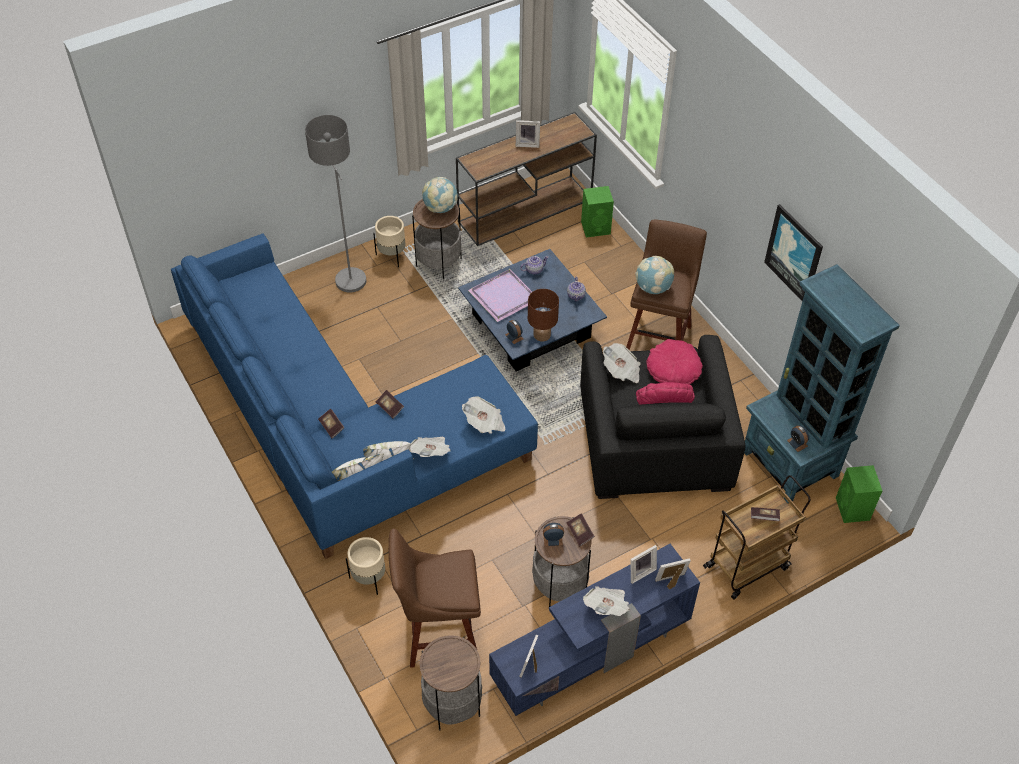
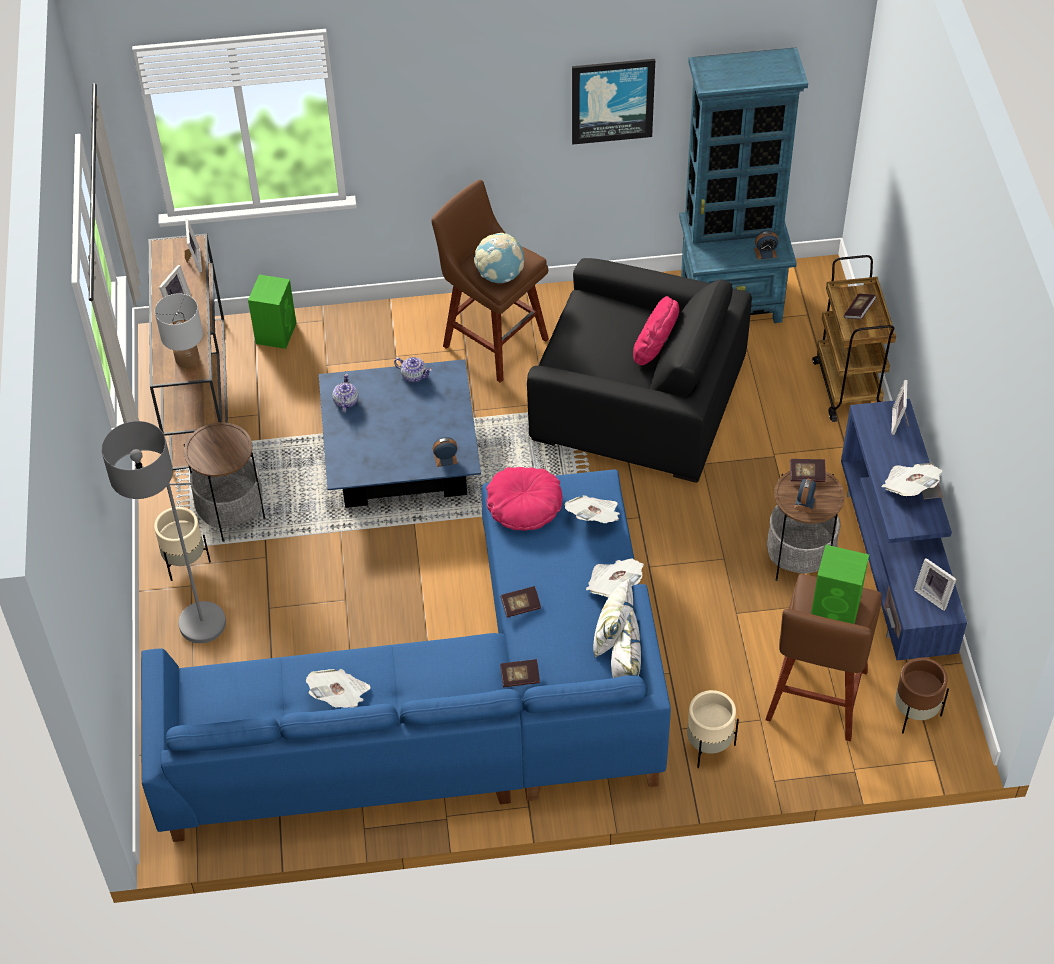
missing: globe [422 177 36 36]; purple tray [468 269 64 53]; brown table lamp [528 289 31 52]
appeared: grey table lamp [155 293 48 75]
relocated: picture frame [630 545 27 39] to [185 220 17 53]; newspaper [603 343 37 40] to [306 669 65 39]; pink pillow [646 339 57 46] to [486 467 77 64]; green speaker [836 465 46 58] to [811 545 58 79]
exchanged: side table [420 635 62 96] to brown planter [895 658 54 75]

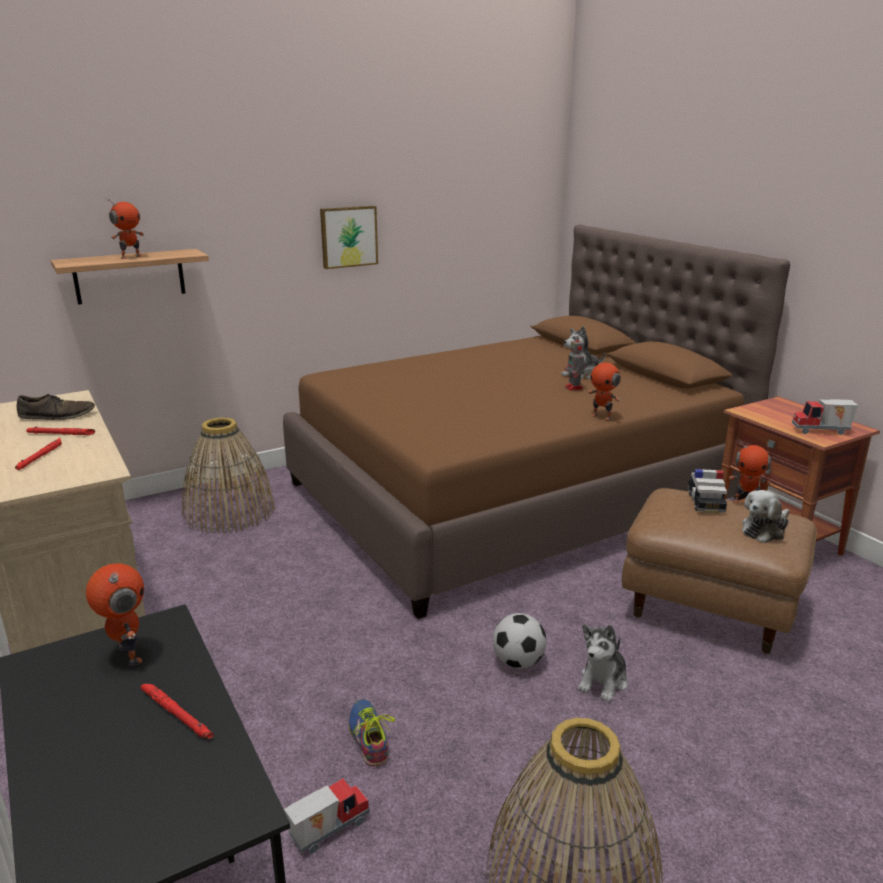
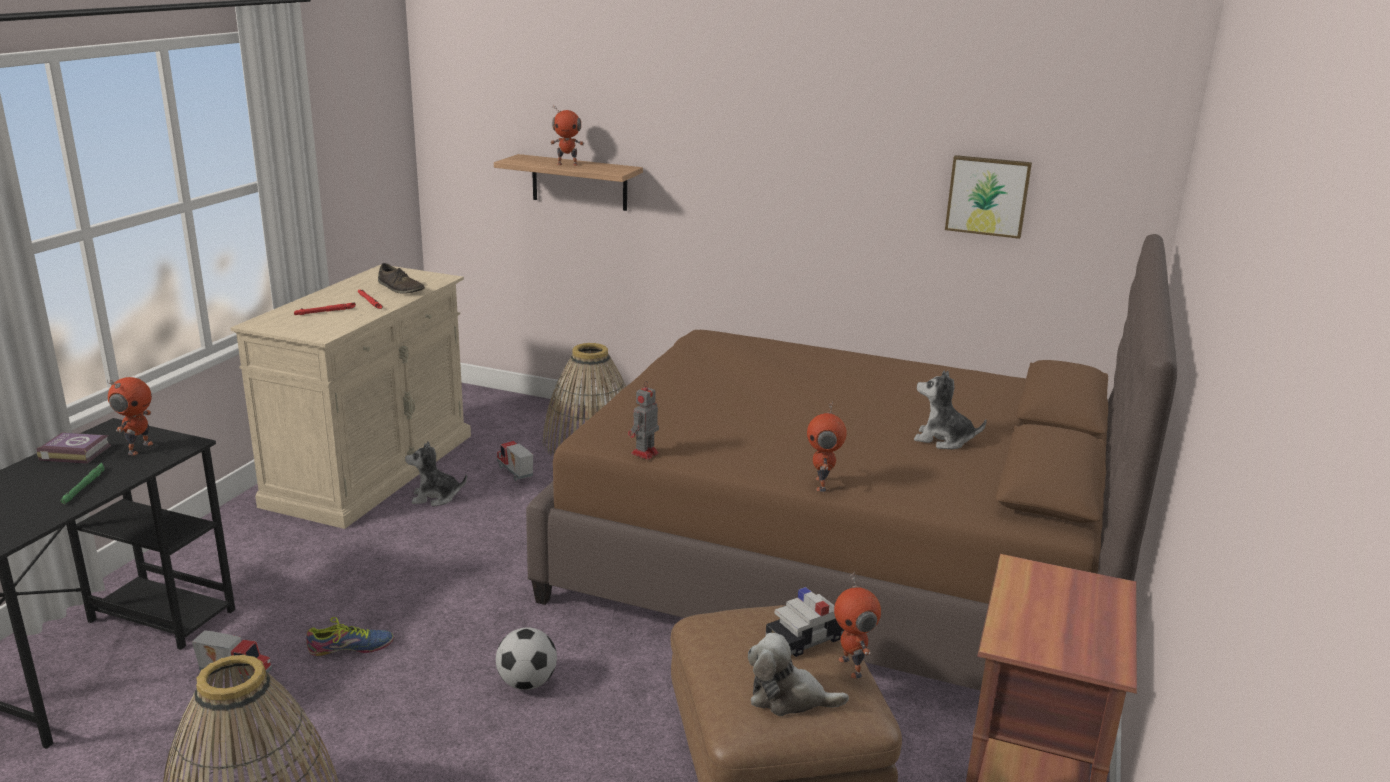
appeared: book [36 432 75 31]
relocated: plush toy [578 624 50 78] to [405 441 62 65]; toy truck [792 399 66 36] to [497 441 36 40]; toy robot [565 335 20 56] to [628 381 31 79]; picture [320 206 58 63] to [945 155 87 84]
colour: red flashlight [140 684 74 56] to green flashlight [60 463 44 42]
spun: shoe [349 699 46 68] = [306 617 88 39] 45 degrees clockwise

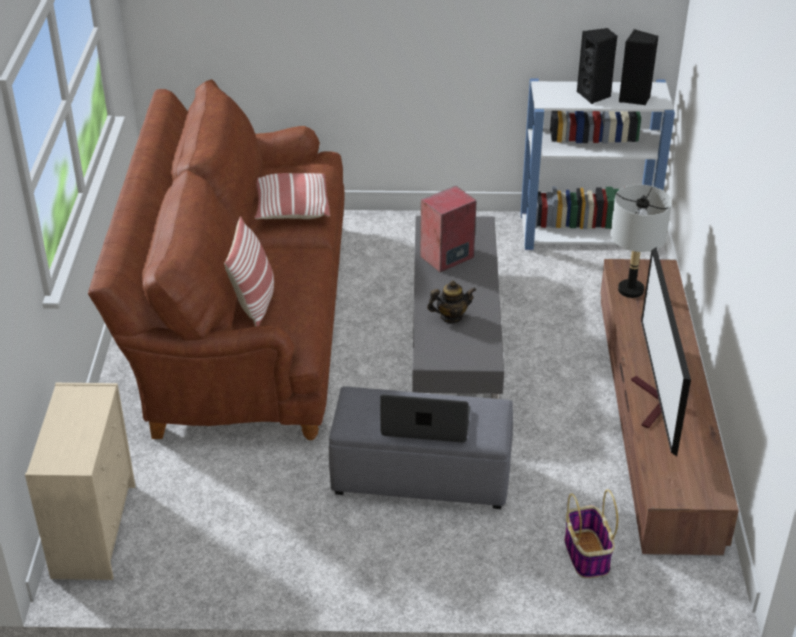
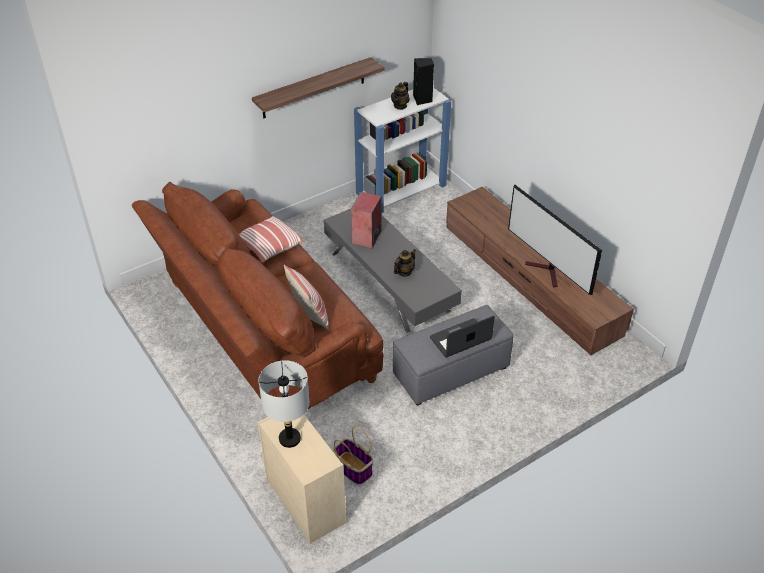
appeared: shelf [252 57 133 61]
relocated: grey table lamp [611 185 61 113] to [259 360 51 88]; basket [564 489 54 89] to [333 426 40 59]
exchanged: black speaker [577 28 41 76] to teapot [391 82 19 28]

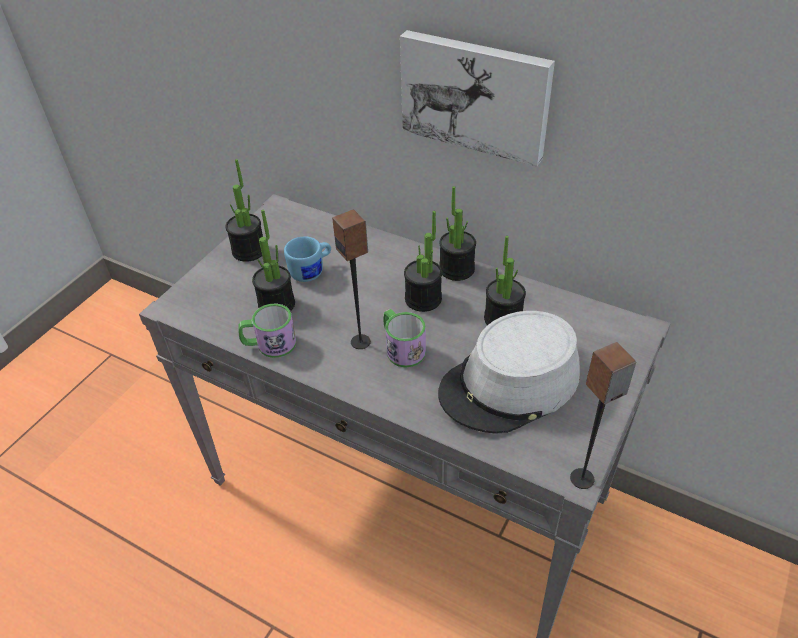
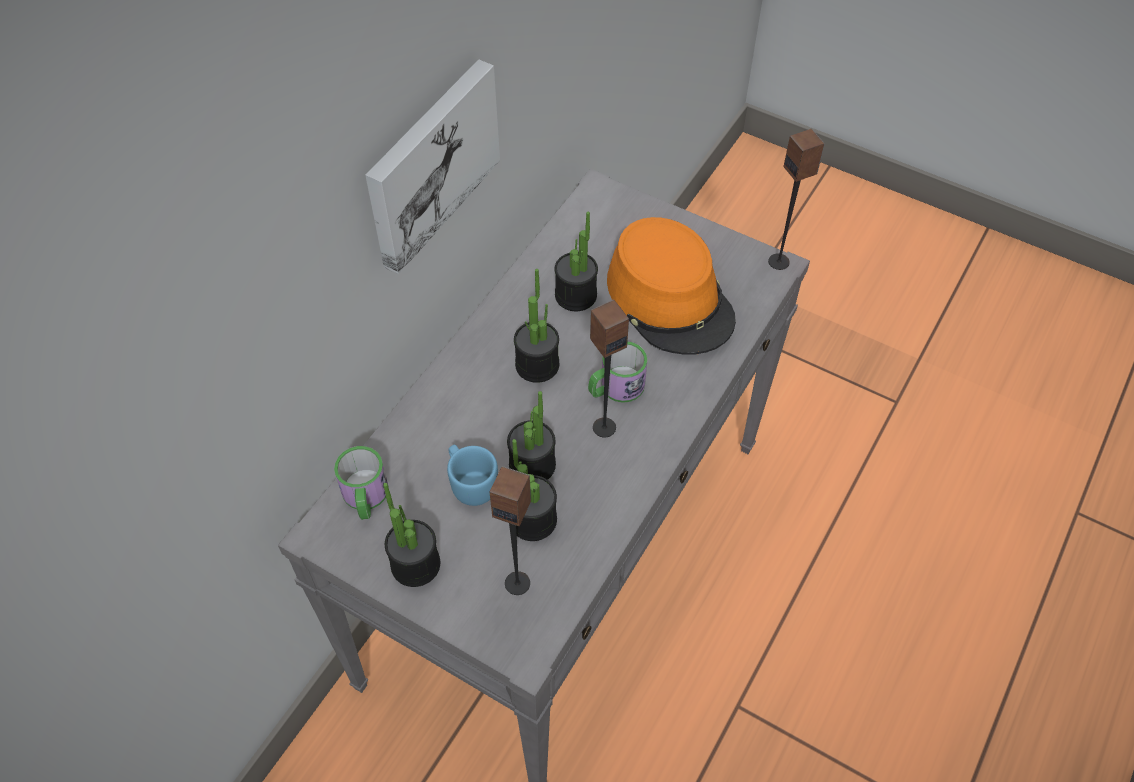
appeared: speaker [490 466 41 129]
relocated: mug [238 304 58 54] to [334 446 55 74]; potted plant [439 186 37 95] to [507 391 49 89]
colour: grey hat [438 311 142 123] to orange hat [607 217 129 138]

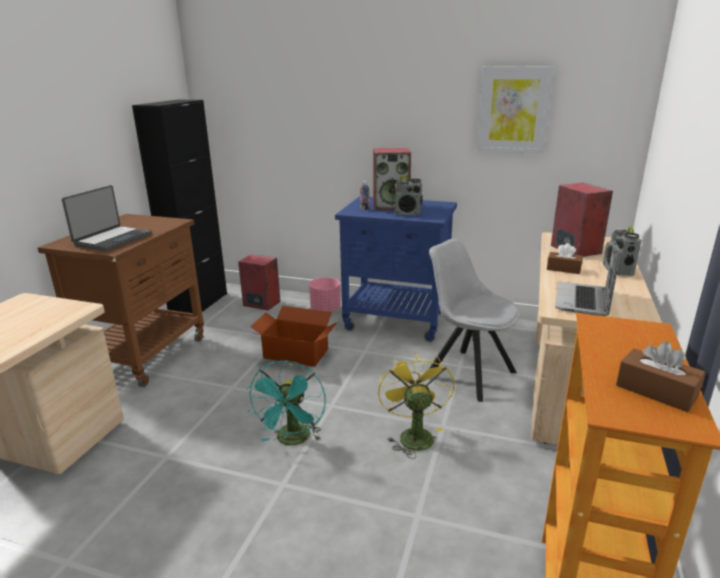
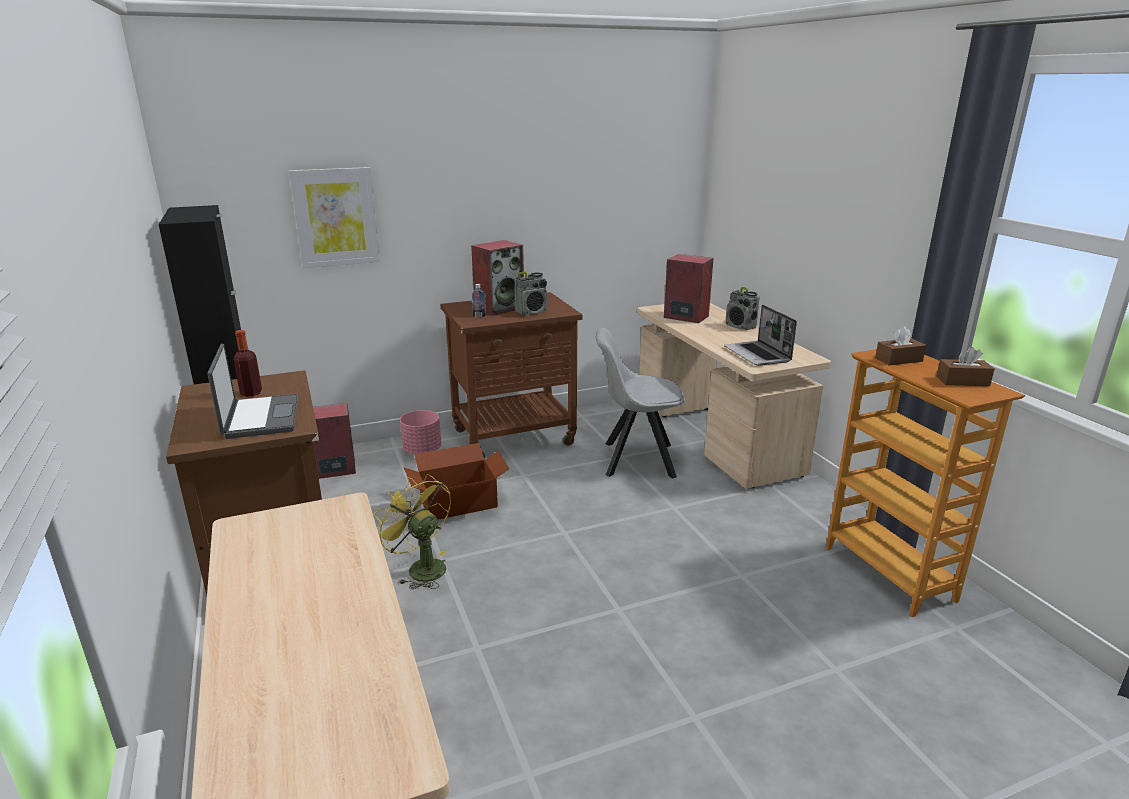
missing: turquoise fan [247 360 79 85]
appeared: bottle [234 330 28 67]
relocated: picture [477 66 77 88] to [289 167 91 101]; yellow fan [378 352 77 107] to [373 474 78 115]; brown tissue box [547 243 36 31] to [875 326 51 39]
colour: blue cart [335 196 122 146] to brown cart [440 292 143 167]

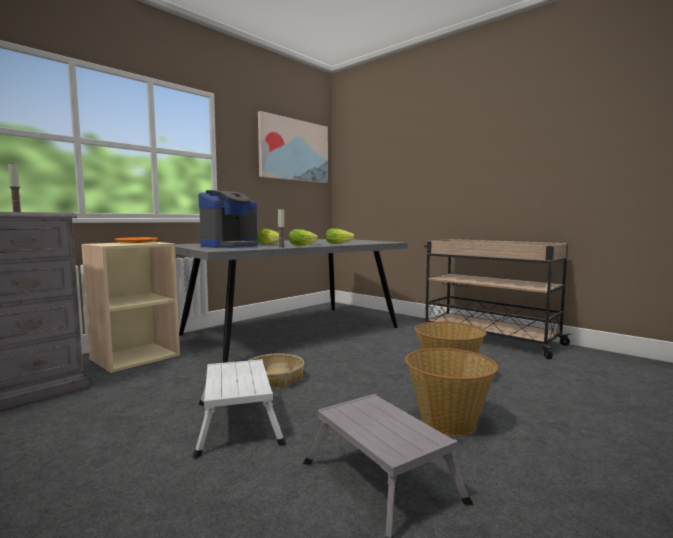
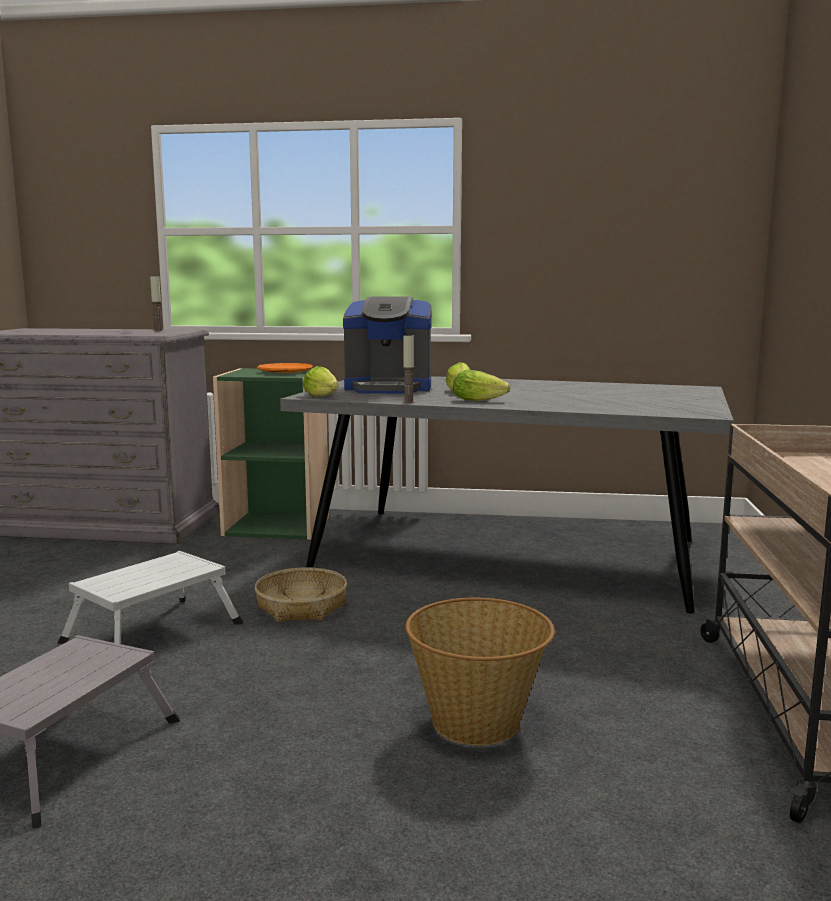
missing: picture [258 111 70 72]; basket [405 348 93 88]
relocated: lettuce [326 228 29 16] to [303 366 35 30]
colour: beige bookcase [81 242 99 131] to green bookcase [213 368 116 172]

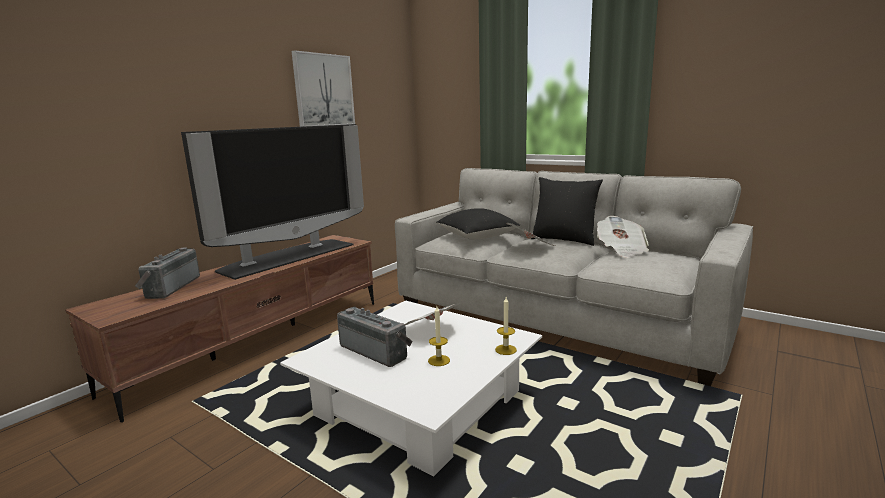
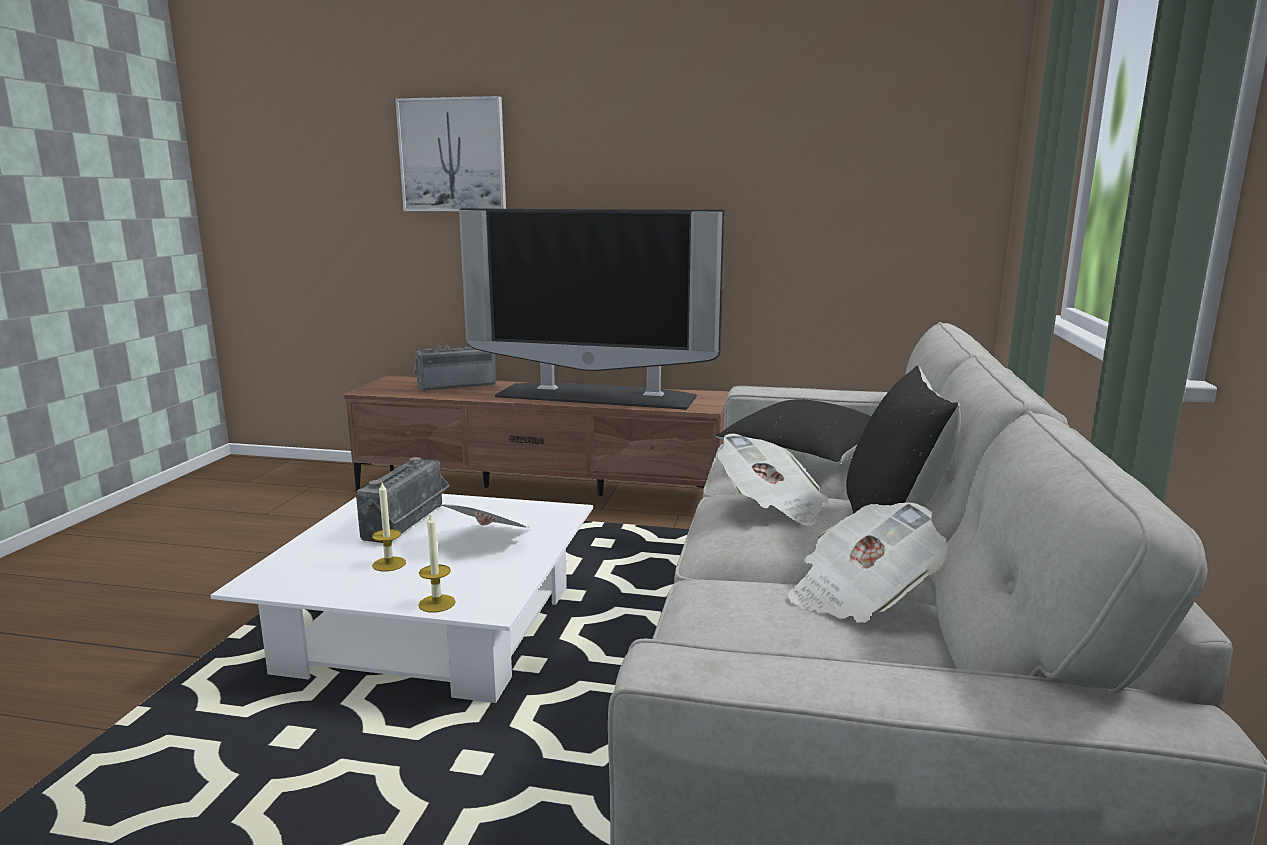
relocated: picture [291 50 64 77] to [395 96 111 115]

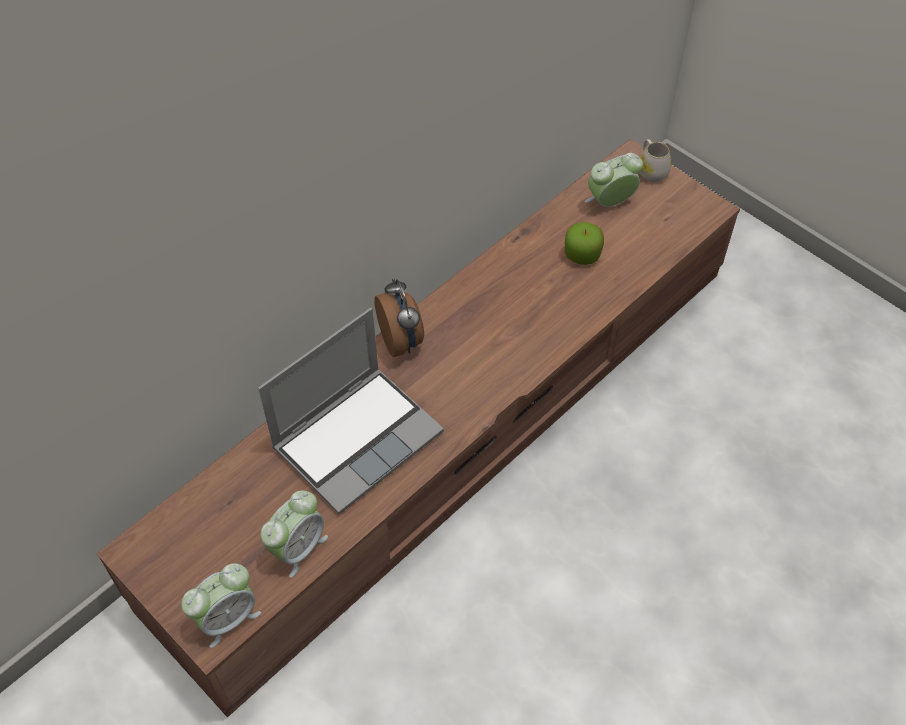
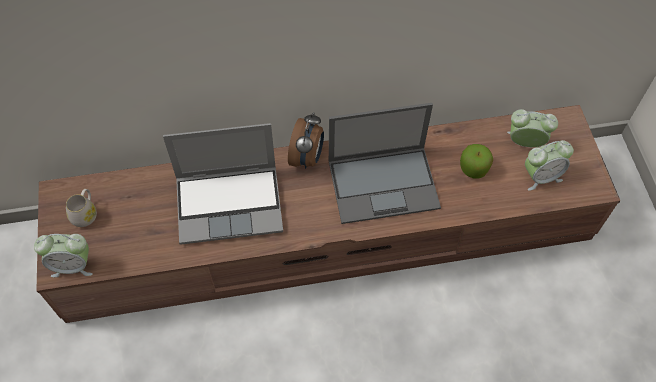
appeared: laptop [328 103 113 121]
relocated: white mug [640 139 31 43] to [66 189 31 38]; alarm clock [260 491 68 87] to [525 140 49 51]

